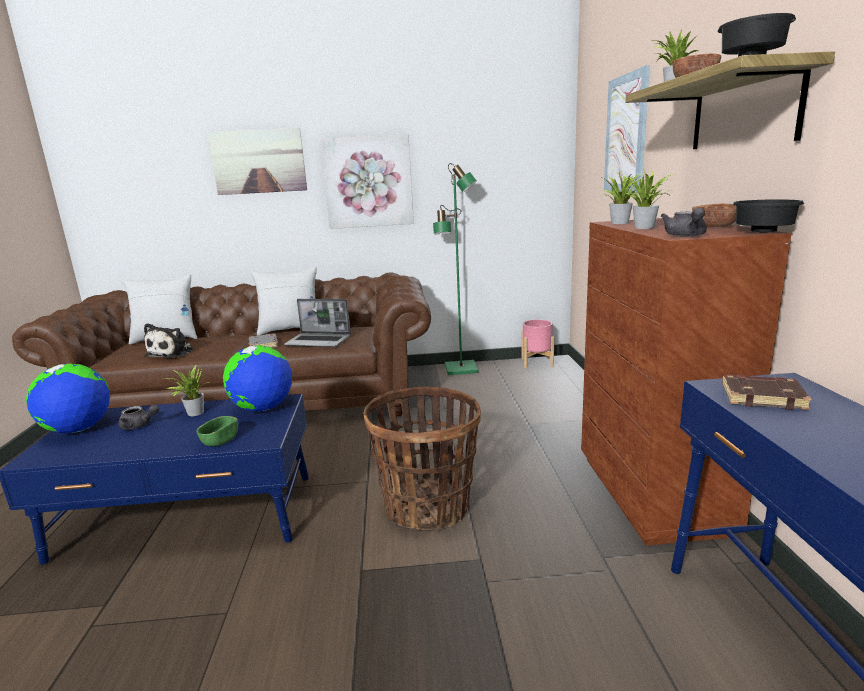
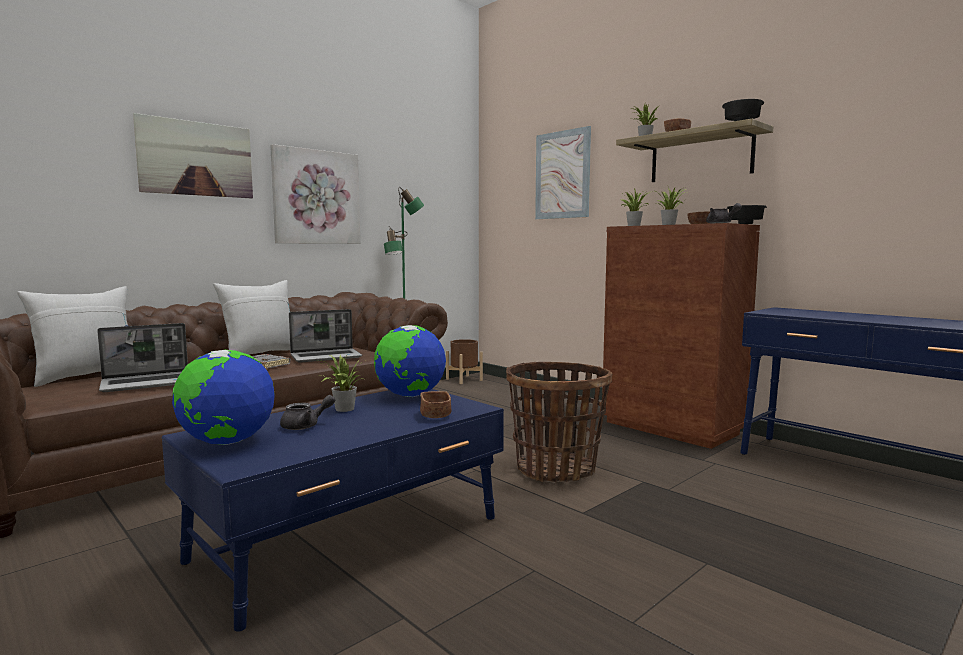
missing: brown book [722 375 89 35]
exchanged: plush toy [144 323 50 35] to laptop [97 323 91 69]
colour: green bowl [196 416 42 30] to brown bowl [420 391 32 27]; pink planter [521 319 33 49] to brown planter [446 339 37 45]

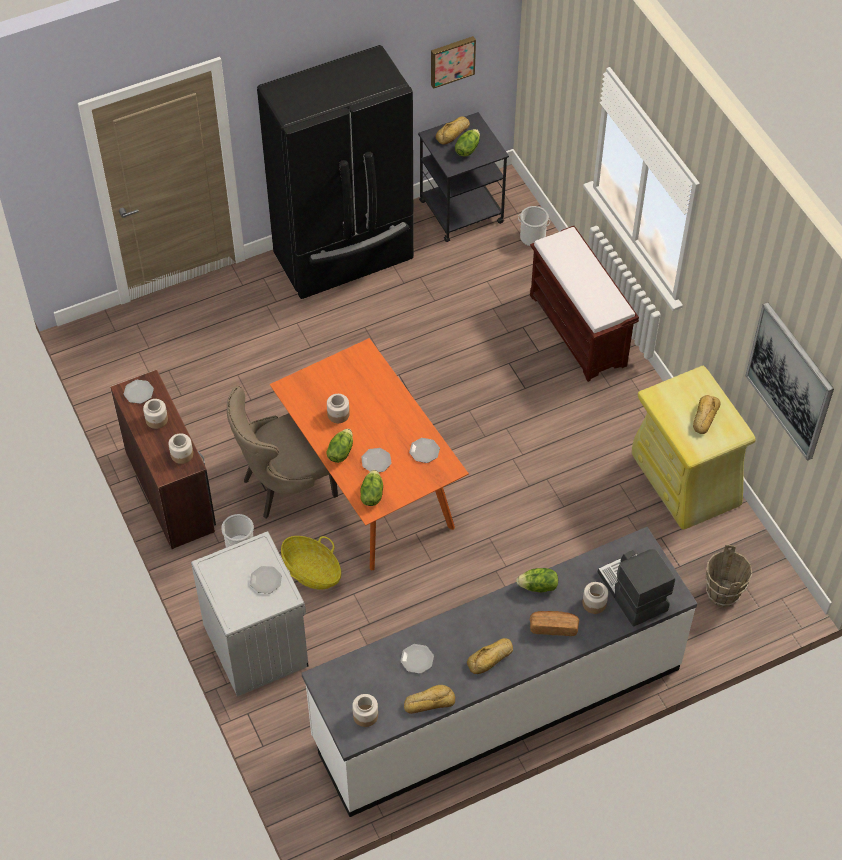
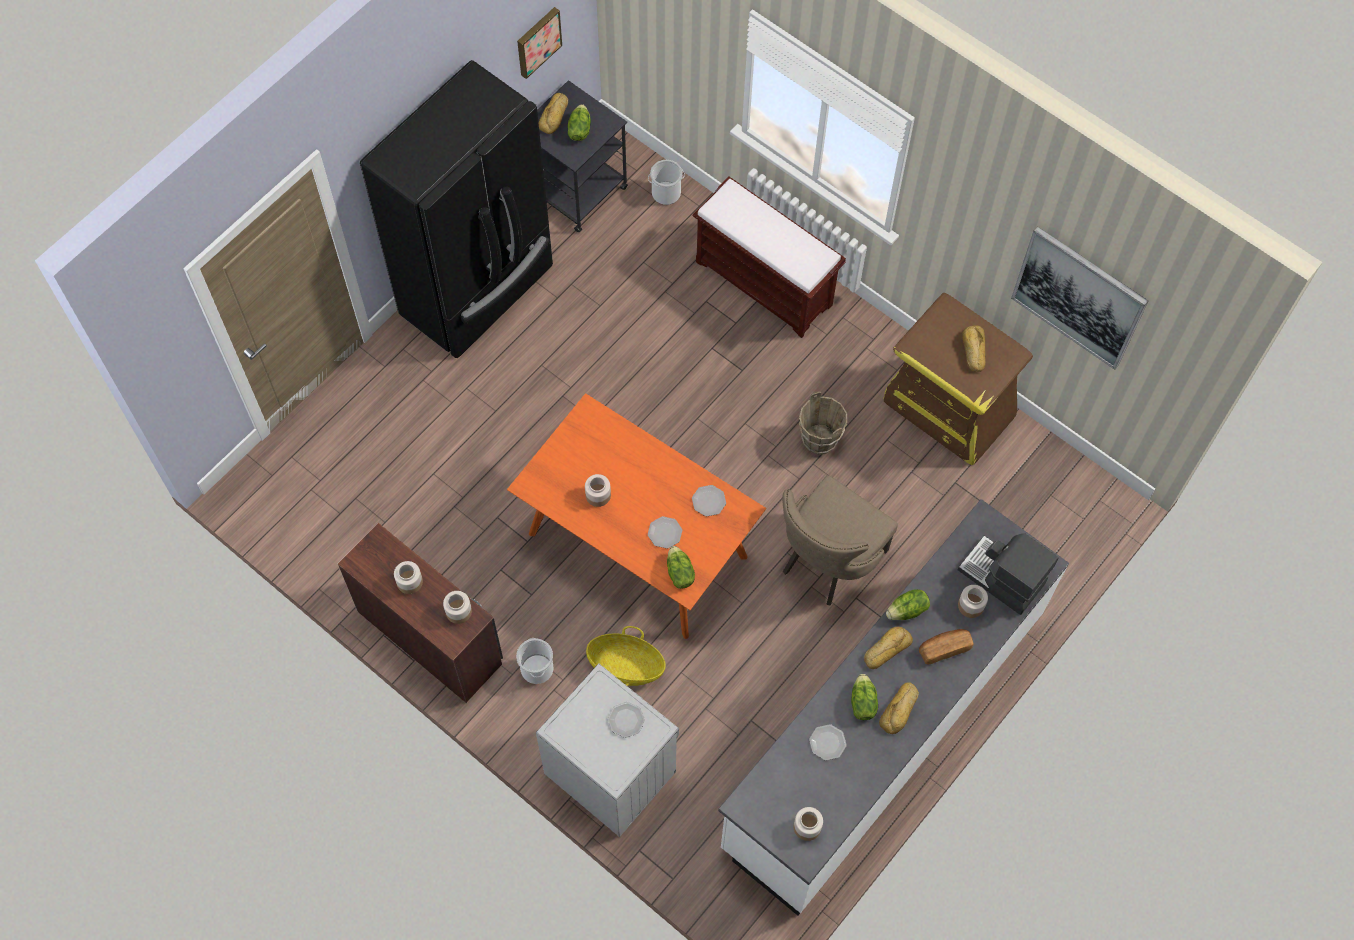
missing: plate [124 380 30 24]
relocated: beige chair [227 386 111 132] to [782 475 116 131]; brown bucket [705 545 48 62] to [799 392 48 63]; lettuce [326 429 27 34] to [851 674 27 46]; bread [404 685 51 29] to [864 627 49 42]
colour: yellow nightstand [632 366 124 164] to brown nightstand [883 293 150 172]

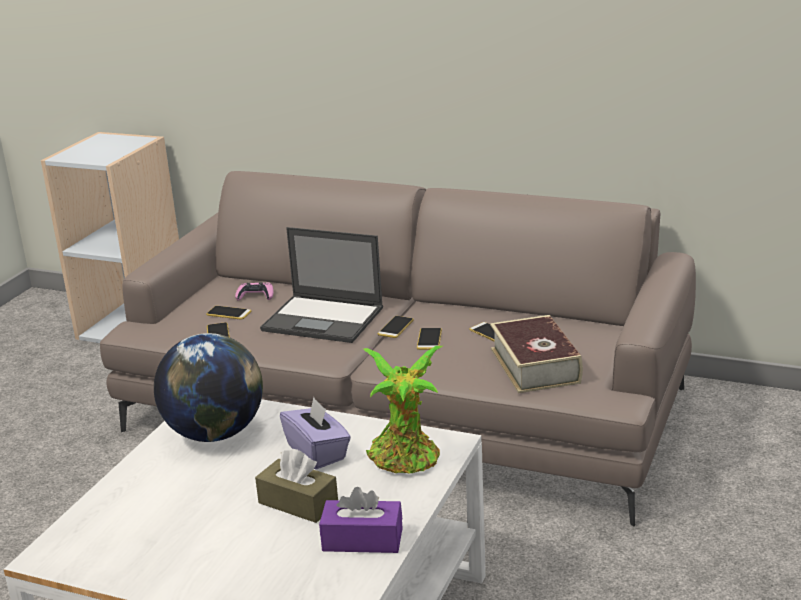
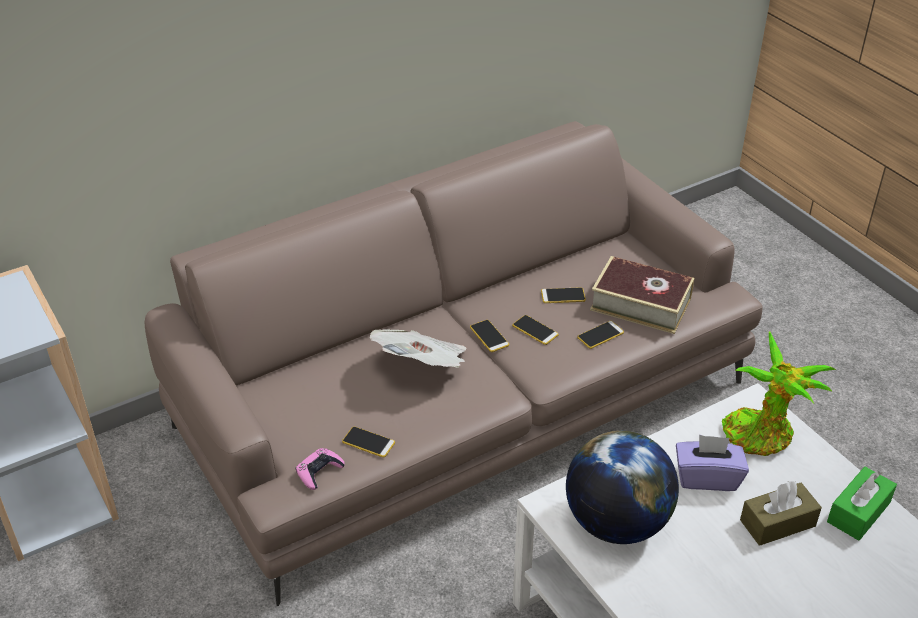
relocated: pink game controller [235 282 38 19] to [296 448 49 42]; phone [206 306 45 14] to [577 321 47 28]
exchanged: laptop [260 227 123 116] to newspaper [370 329 97 39]
colour: purple tissue box [319 487 83 66] to green tissue box [827 467 70 74]

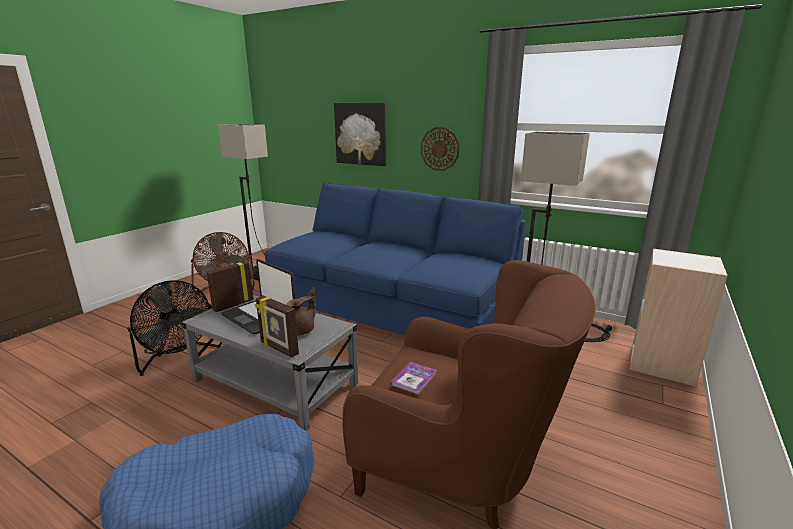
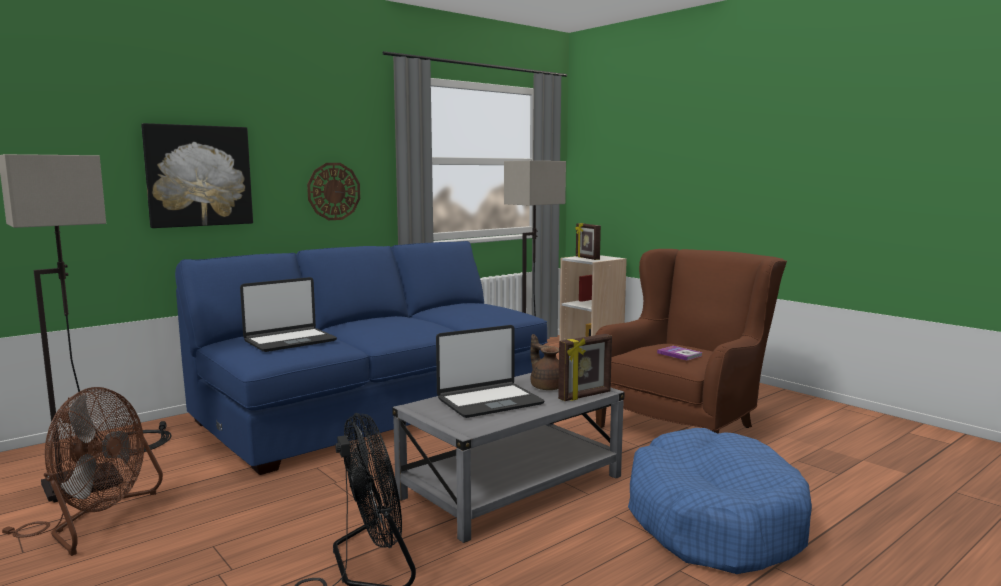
appeared: laptop [240 277 97 75]
relocated: picture frame [207 261 47 51] to [575 223 26 37]

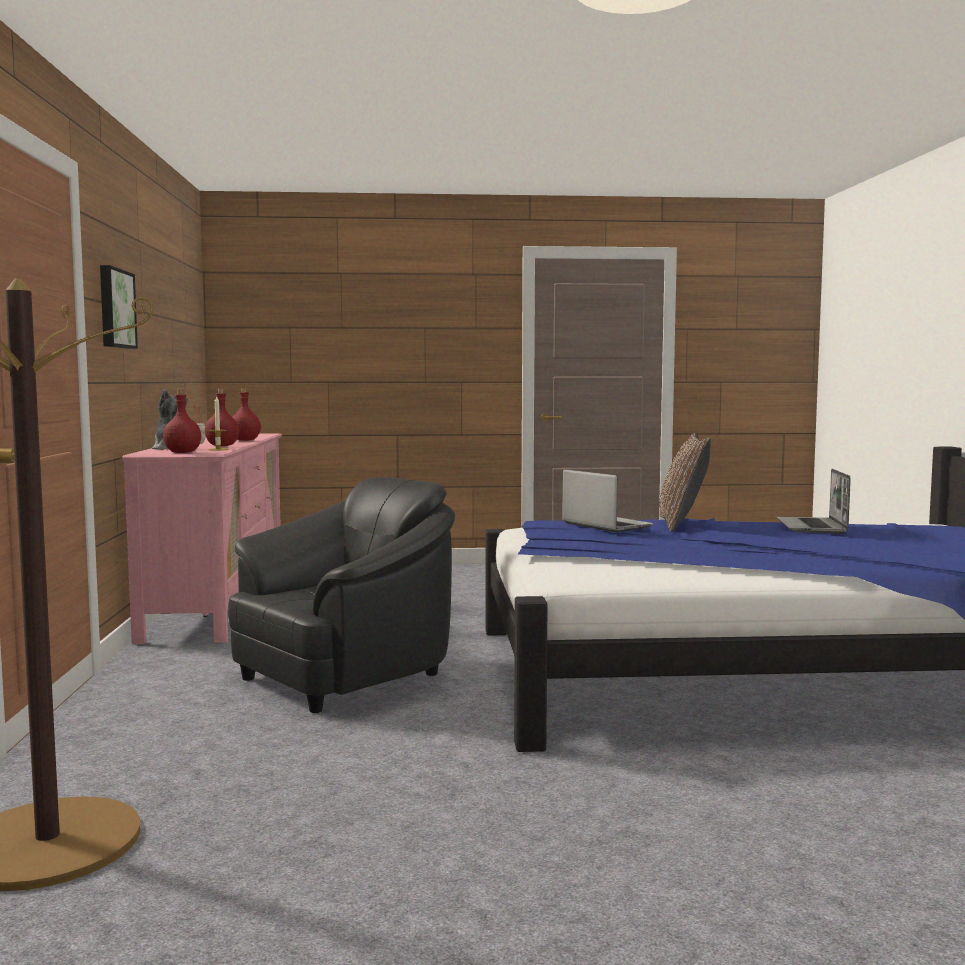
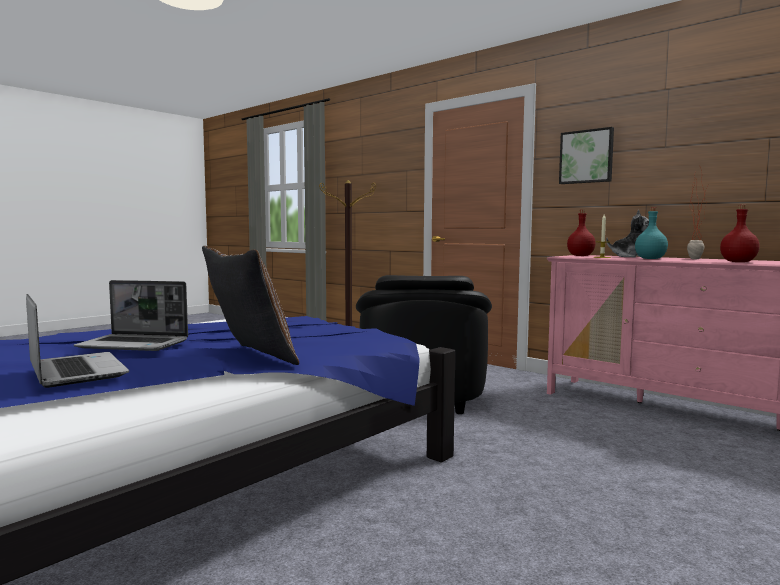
relocated: laptop [562 469 92 63] to [74 280 114 71]
colour: red bottle [205 389 34 57] to turquoise bottle [635 207 33 52]

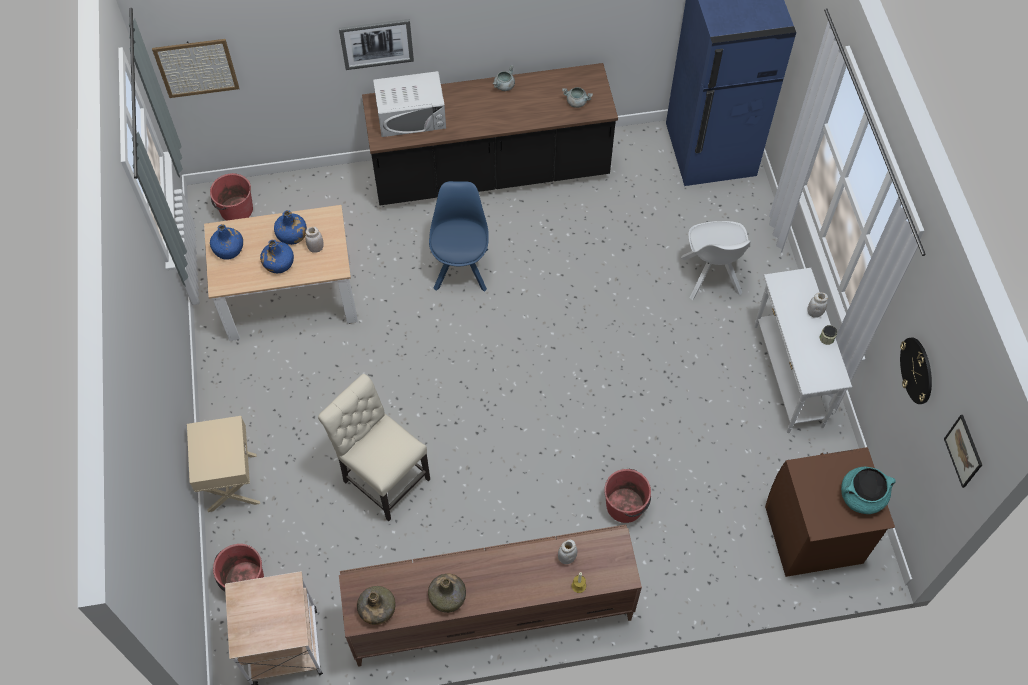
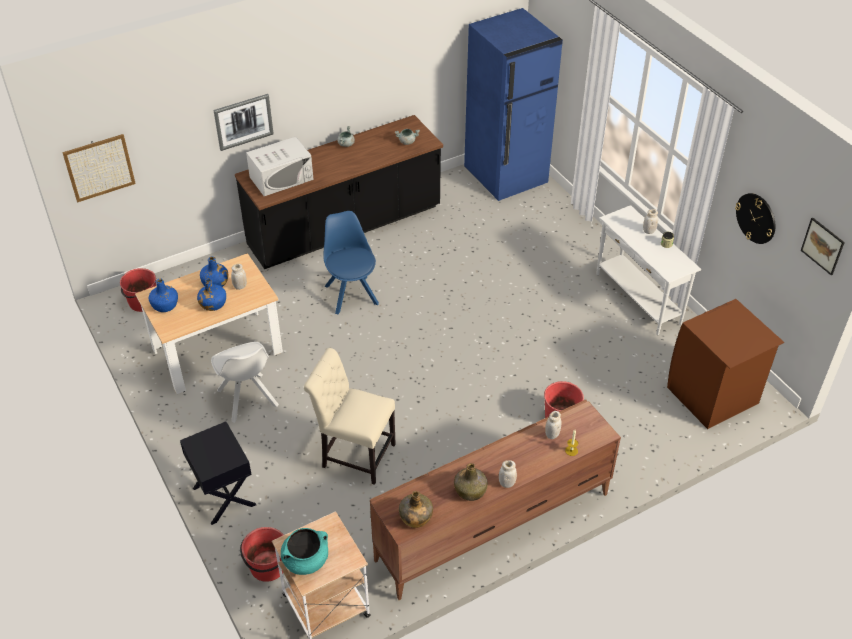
appeared: white jar [499 460 18 28]
relocated: white chair [681 221 70 79] to [211 342 68 81]; turquoise cooking pot [841 467 55 47] to [281 528 47 47]
colour: beige nightstand [187 416 73 96] to black nightstand [180 421 76 104]

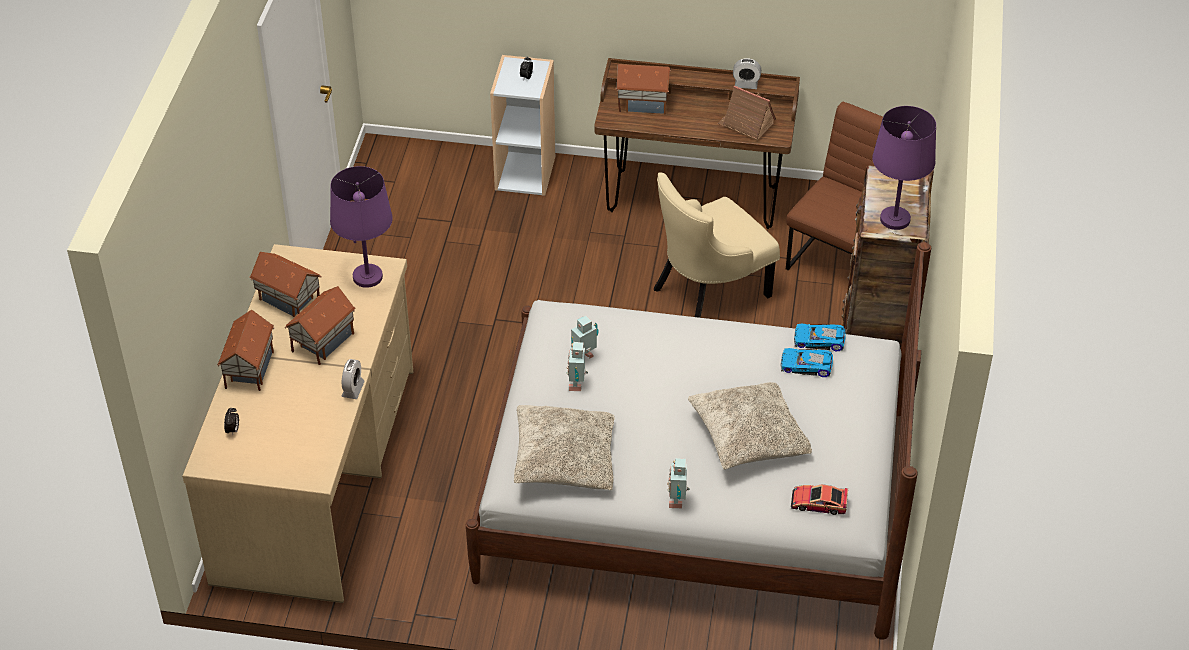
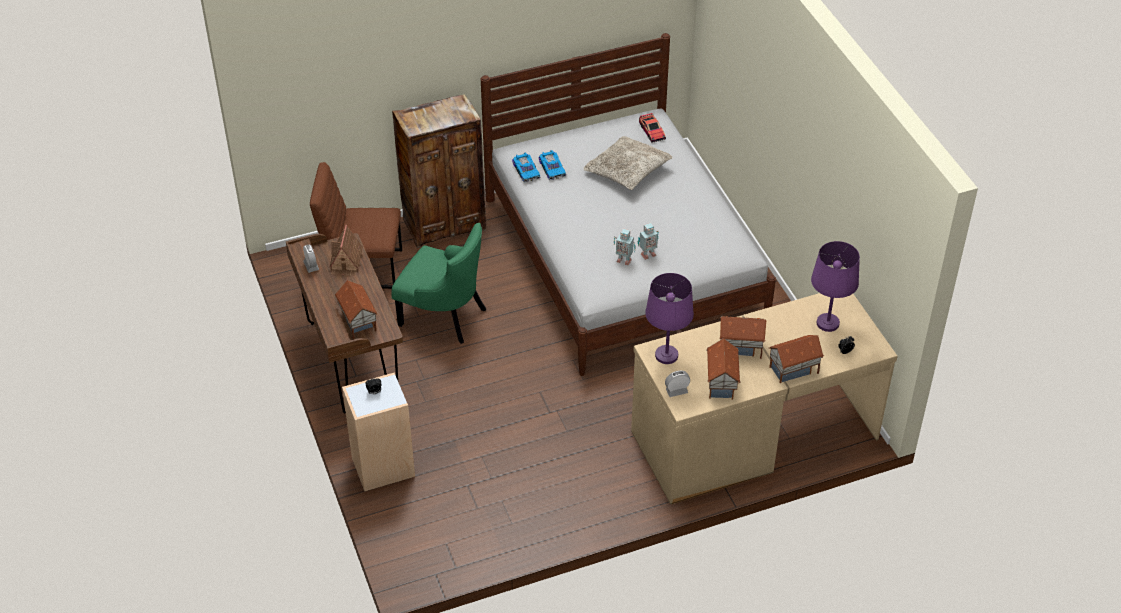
missing: beige pillow [514 405 101 85]; toy robot [667 458 23 50]
relocated: alarm clock [342 359 23 40] to [665 370 25 27]; purple table lamp [872 106 64 124] to [811 241 49 91]
colour: beige chair [654 172 126 146] to green chair [391 223 95 121]

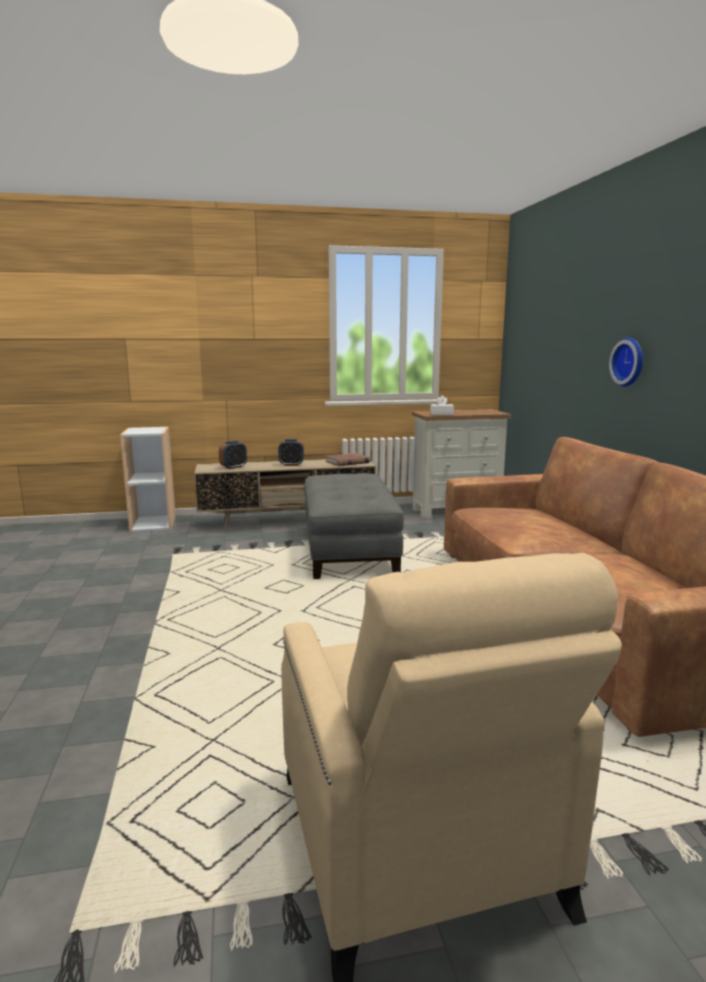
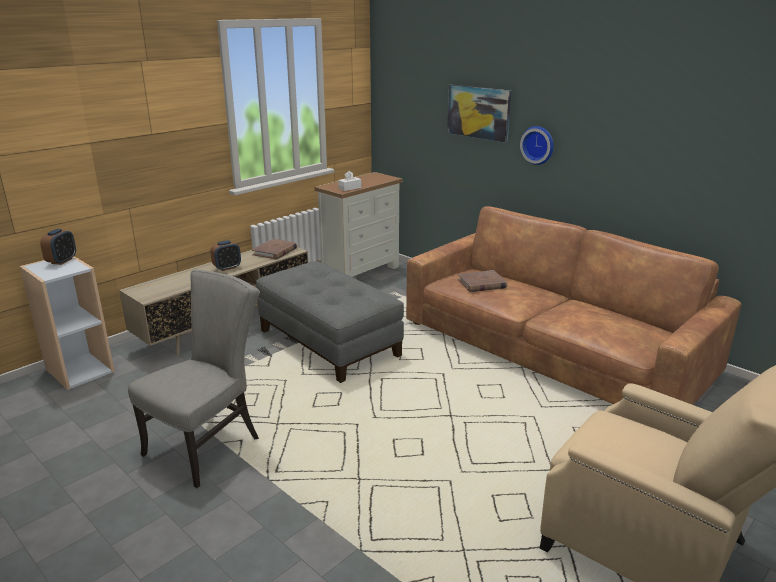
appeared: grey chair [128 269 132 219]; picture [447 85 64 58]; brown book [458 270 49 22]
relocated: alarm clock [219 441 28 28] to [40 229 36 36]

